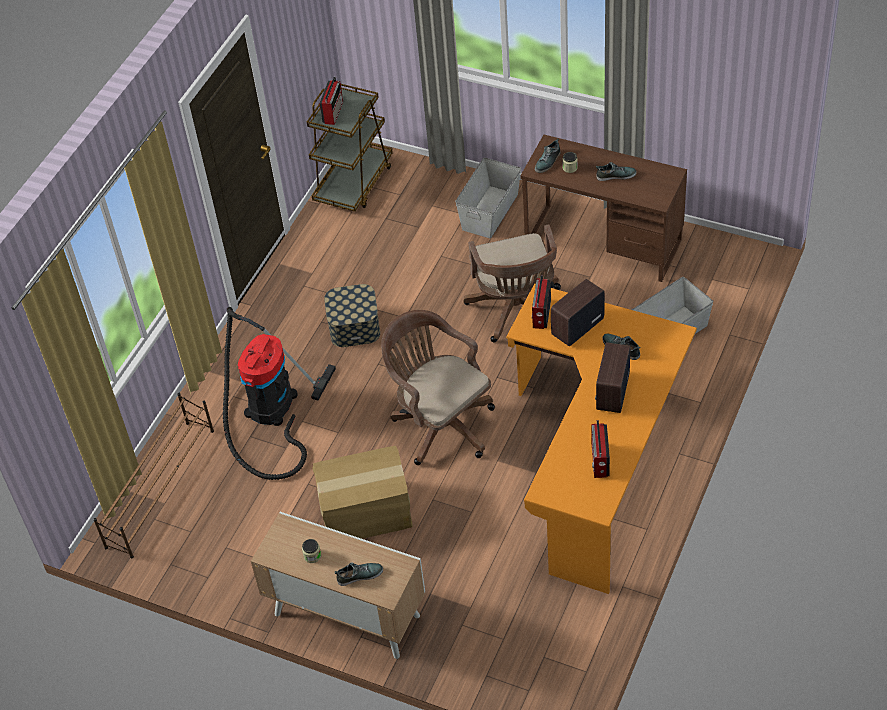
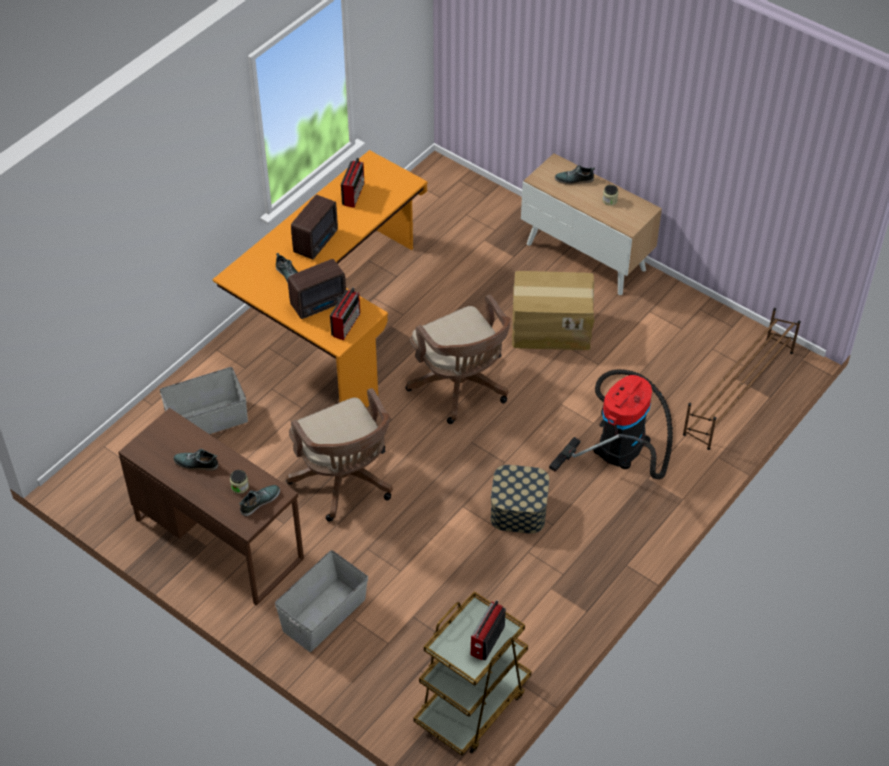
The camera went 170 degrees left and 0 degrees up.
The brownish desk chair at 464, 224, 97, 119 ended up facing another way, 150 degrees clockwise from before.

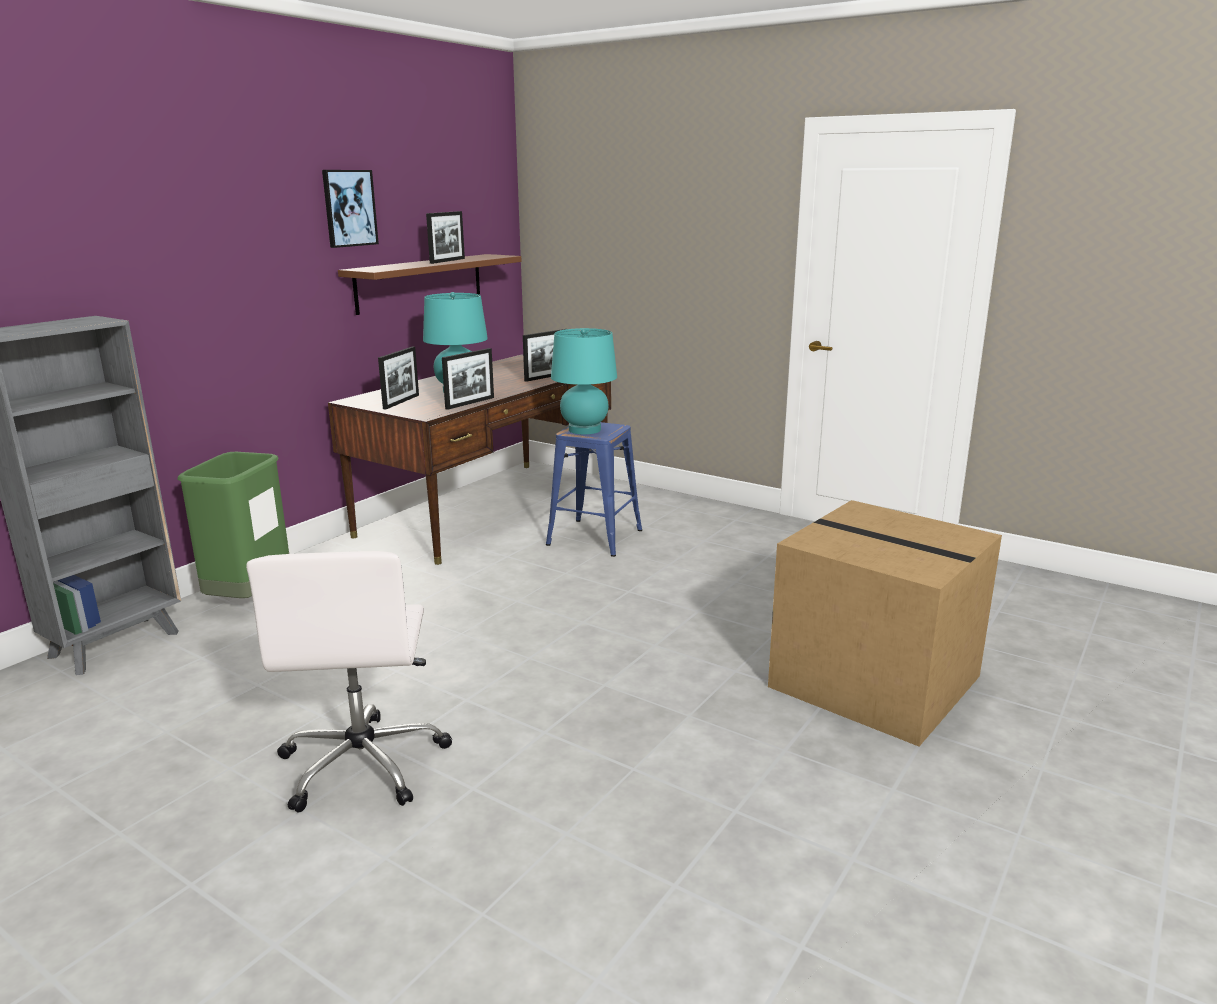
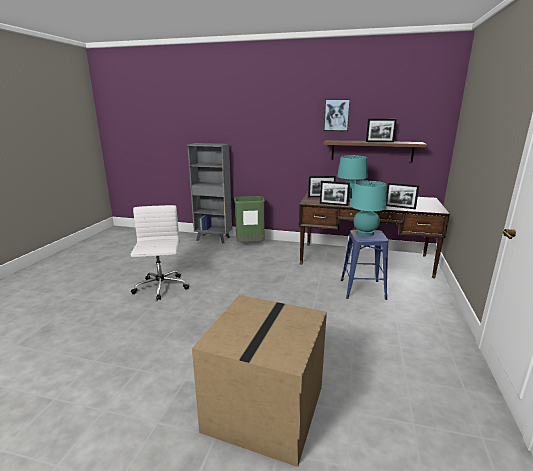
The camera went 70 degrees right and 0 degrees up.
The white-coloured desk chair at 246, 551, 206, 261 ended up facing another way, 105 degrees clockwise from before.

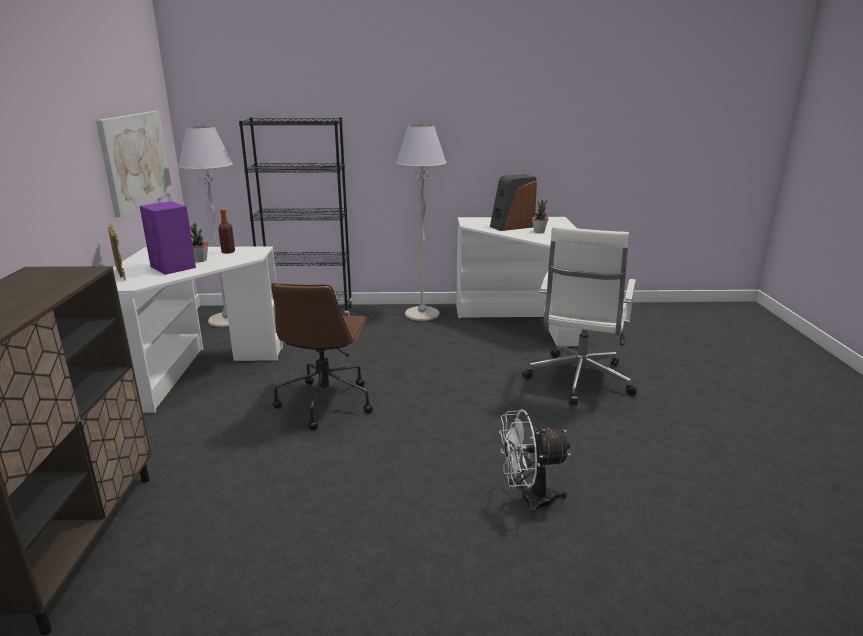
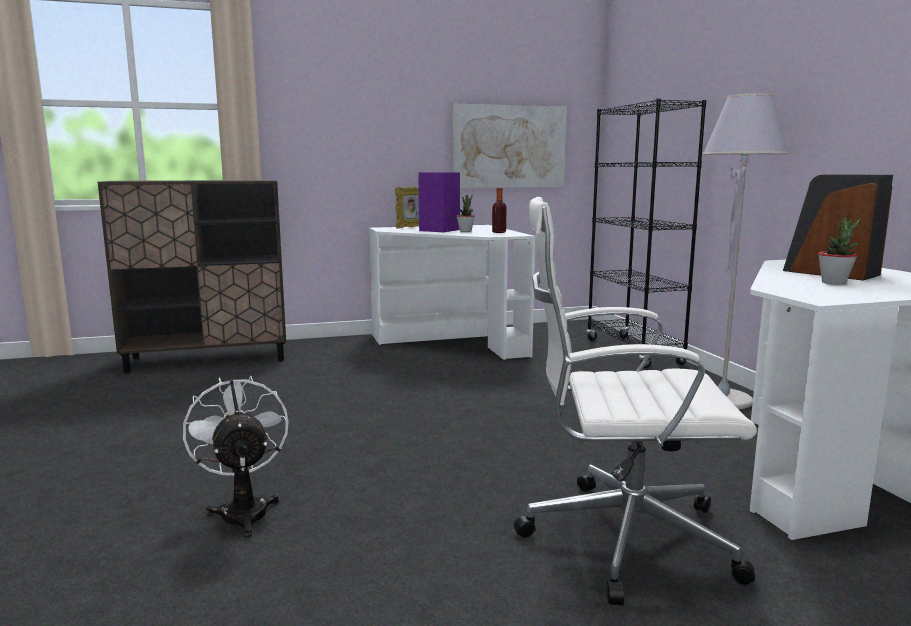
The camera went 75 degrees right and 10 degrees down.
The second view lost the greyish standard lamp at 178, 126, 55, 201.
The second view lost the brownish desk chair at 271, 283, 102, 147.

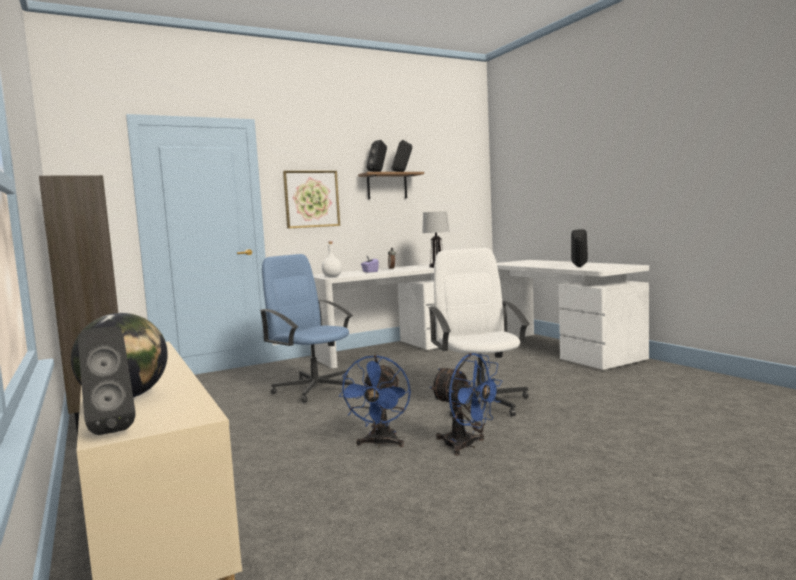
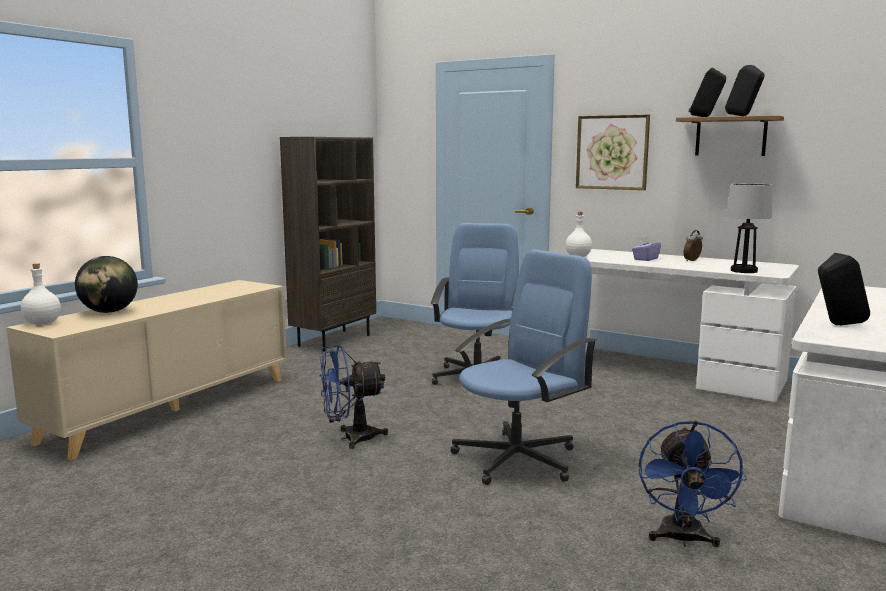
The camera went 60 degrees right and 5 degrees up.
The blue cooling fan ended up elsewhere, having gone from 430, 353, 73, 102 to 639, 420, 108, 127.
Where the blackish speaker stood at 78, 327, 58, 108, the white-coloured bottle came to stand at 21, 263, 40, 62.
What was the white-coloured desk chair at 428, 248, 102, 169 turned into the blue desk chair at 451, 249, 145, 236.

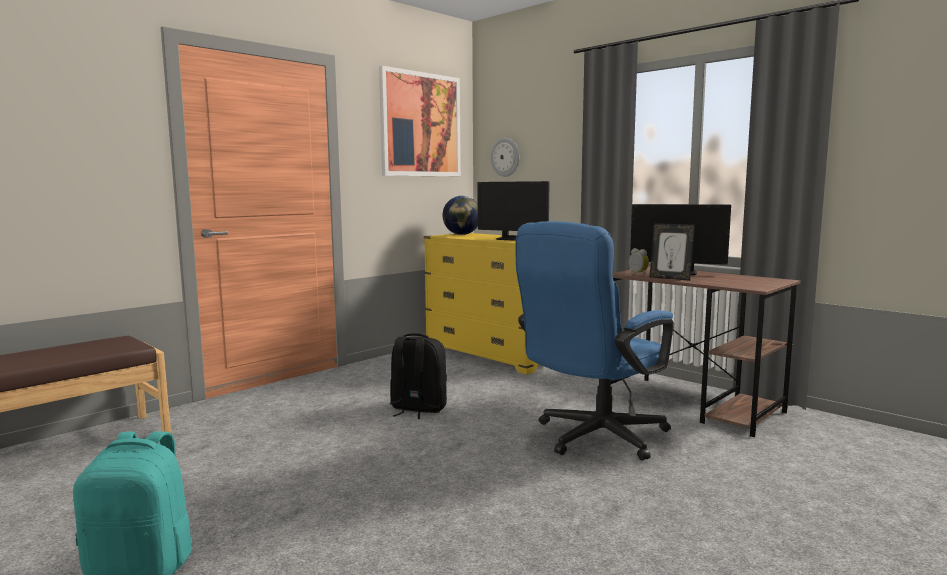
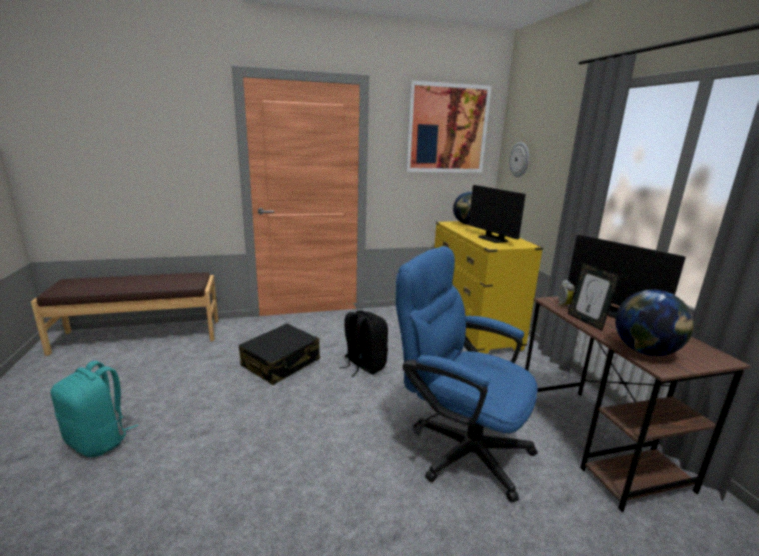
The camera went 30 degrees right and 10 degrees up.
The second view gained the blackish piece of luggage at 239, 323, 81, 62.
The second view gained the world globe at 615, 290, 79, 66.
The blue desk chair at 515, 221, 159, 239 ended up facing another way, 45 degrees clockwise from before.

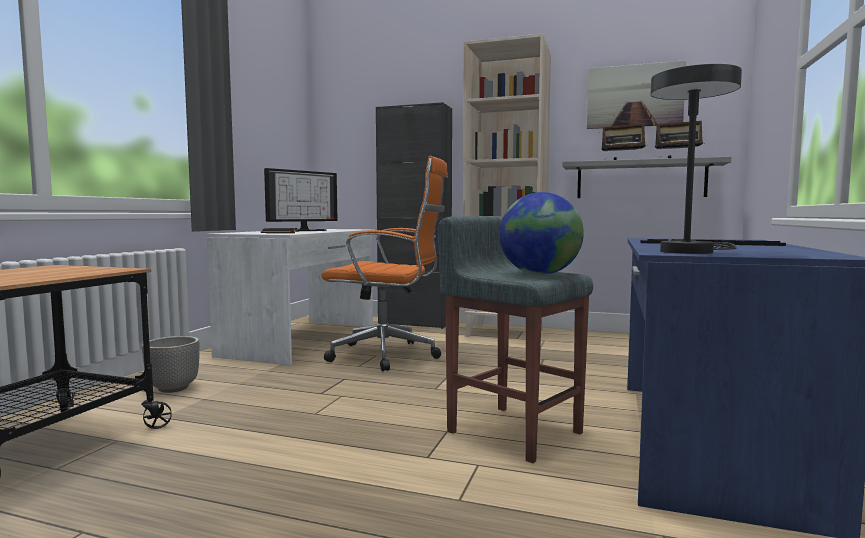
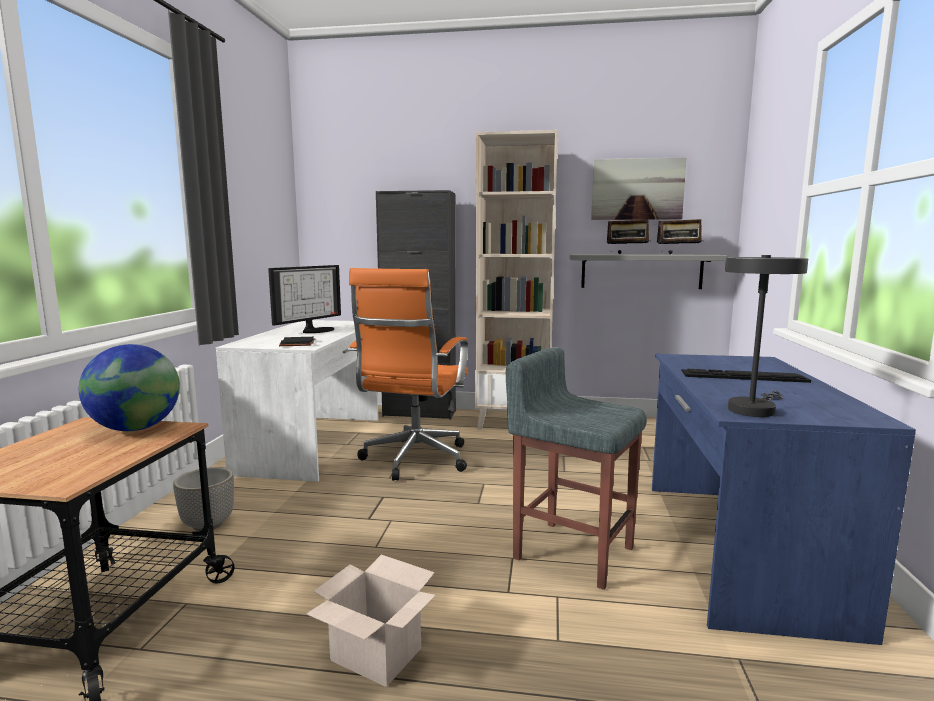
The camera went 10 degrees left and 5 degrees up.
The second view gained the packing box at 306, 555, 130, 132.
The world globe ended up elsewhere, having gone from 499, 192, 85, 83 to 79, 344, 101, 87.
The orange-coloured desk chair at 321, 156, 127, 215 ended up facing another way, 105 degrees clockwise from before.

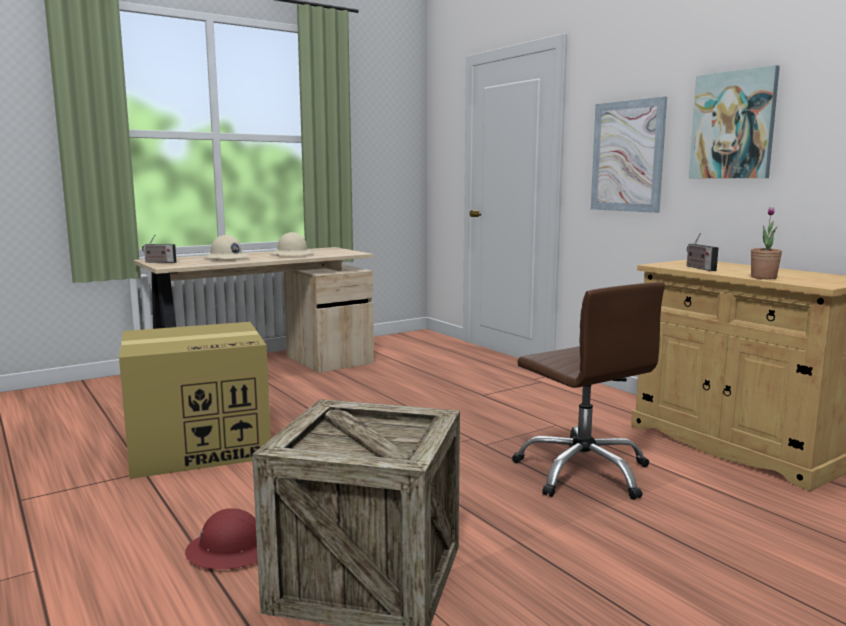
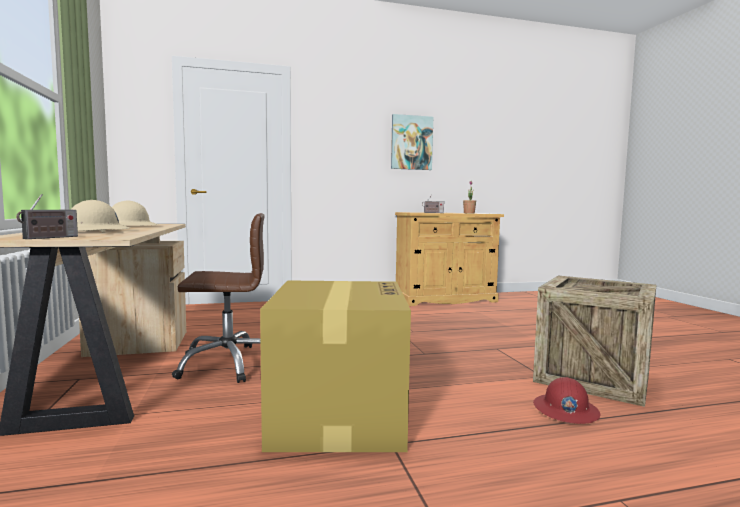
The camera went 70 degrees left and 5 degrees down.
The second view lost the wall picture at 591, 97, 76, 116.
The brownish desk chair ended up elsewhere, having gone from 512, 282, 153, 218 to 172, 213, 93, 170.

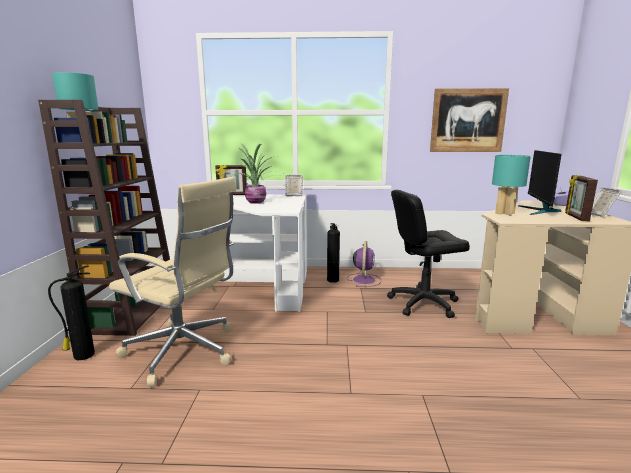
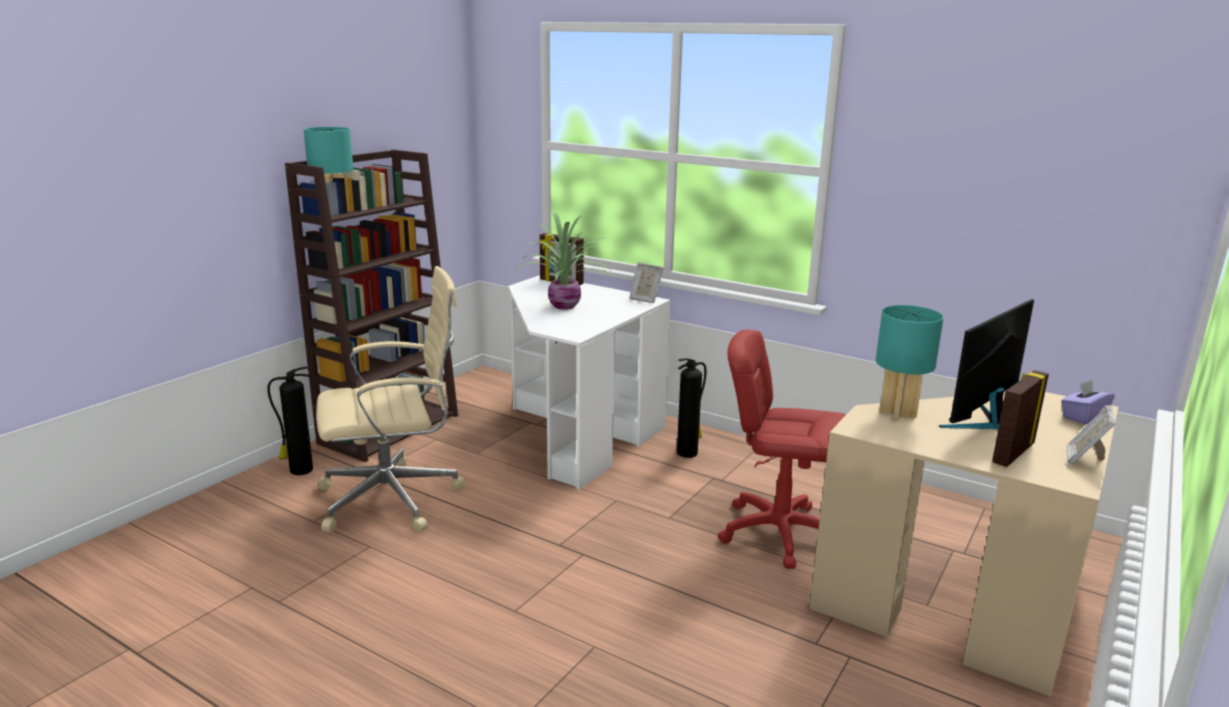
The camera went 30 degrees right and 5 degrees up.
The second view lost the purplish cooling fan at 347, 241, 34, 46.
The second view lost the wall picture at 430, 88, 79, 64.
What was the blackish desk chair at 387, 190, 83, 128 turned into the red desk chair at 718, 329, 128, 240.
The sand-coloured desk chair at 109, 177, 127, 210 ended up facing another way, 75 degrees counterclockwise from before.

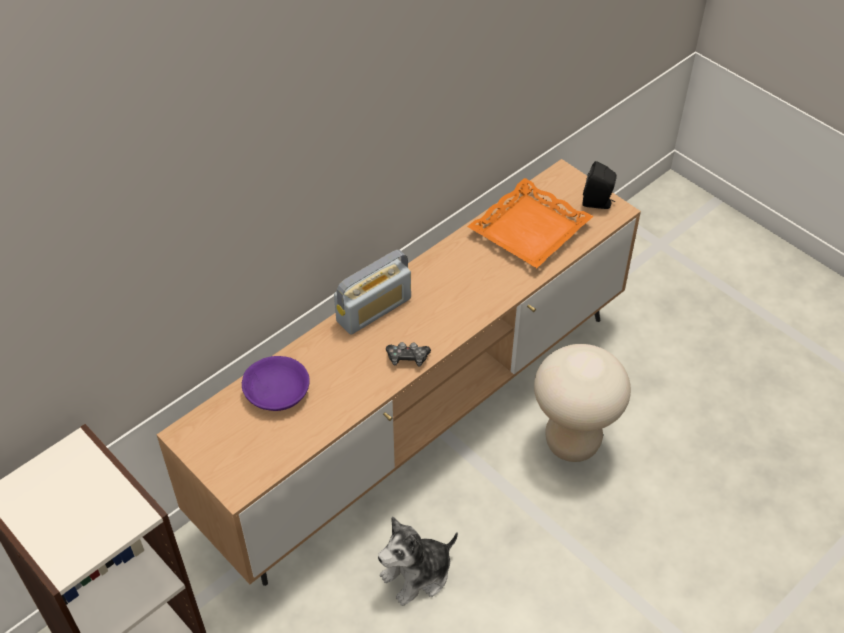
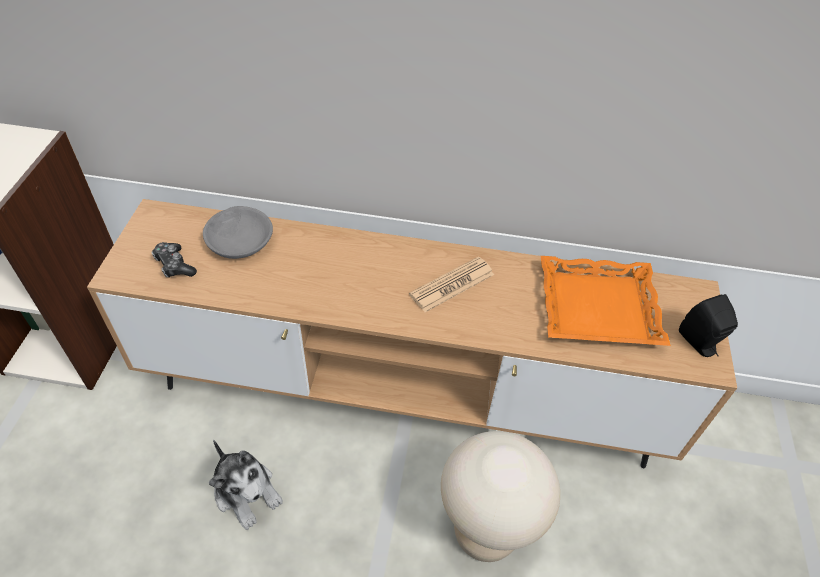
The camera went 50 degrees right and 0 degrees up.
The second view lost the radio receiver at 334, 250, 77, 85.
The second view gained the printed paper at 409, 257, 85, 55.
The game controller ended up elsewhere, having gone from 386, 342, 45, 24 to 152, 242, 45, 36.
What was the purplish deep dish at 242, 356, 68, 55 turned into the greyish deep dish at 203, 206, 70, 53.
The plush toy at 378, 517, 80, 89 ended up facing another way, 150 degrees counterclockwise from before.

